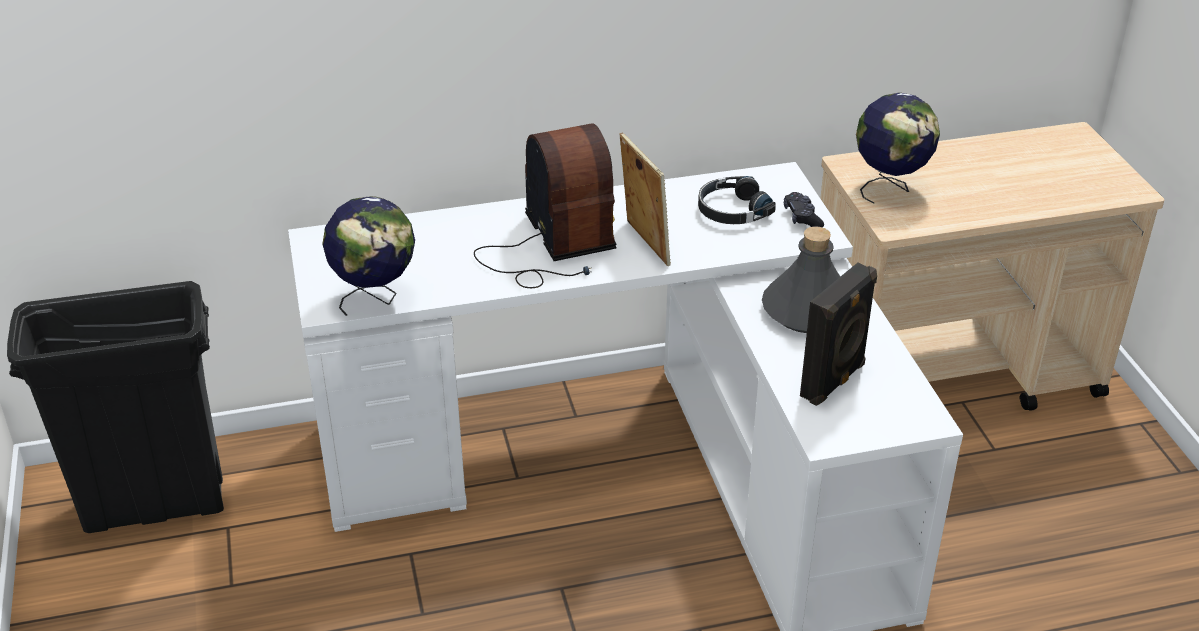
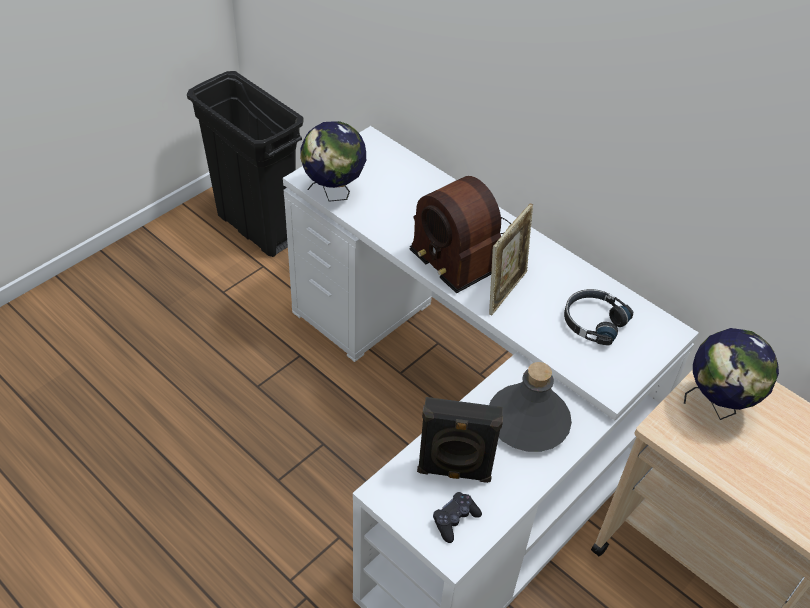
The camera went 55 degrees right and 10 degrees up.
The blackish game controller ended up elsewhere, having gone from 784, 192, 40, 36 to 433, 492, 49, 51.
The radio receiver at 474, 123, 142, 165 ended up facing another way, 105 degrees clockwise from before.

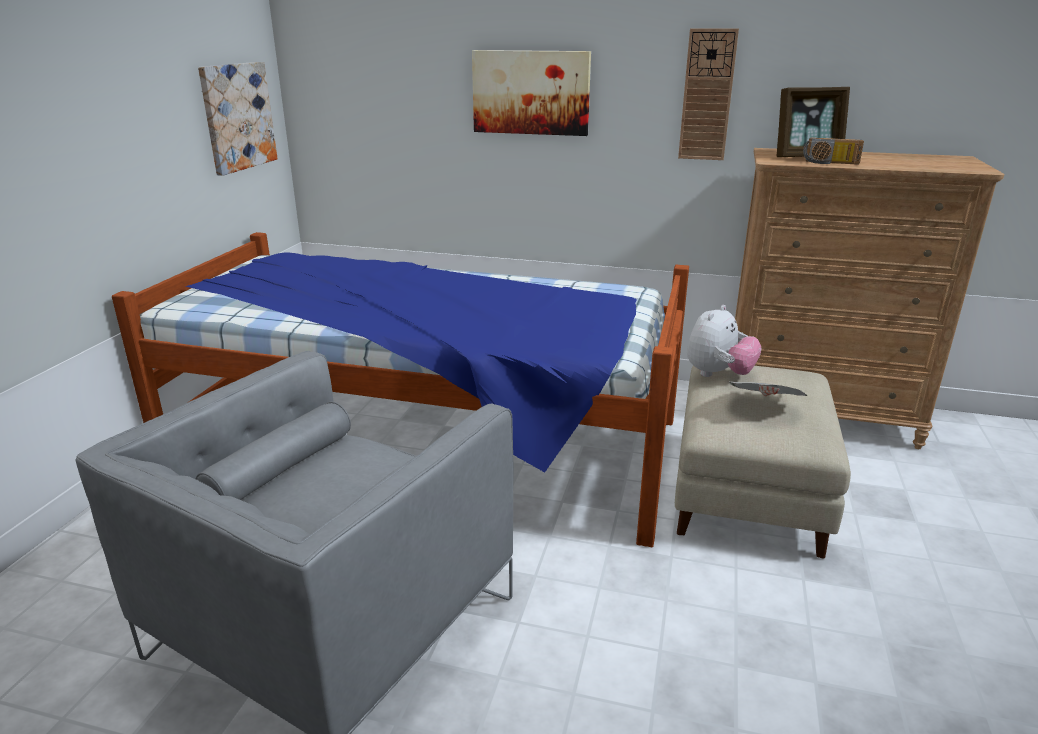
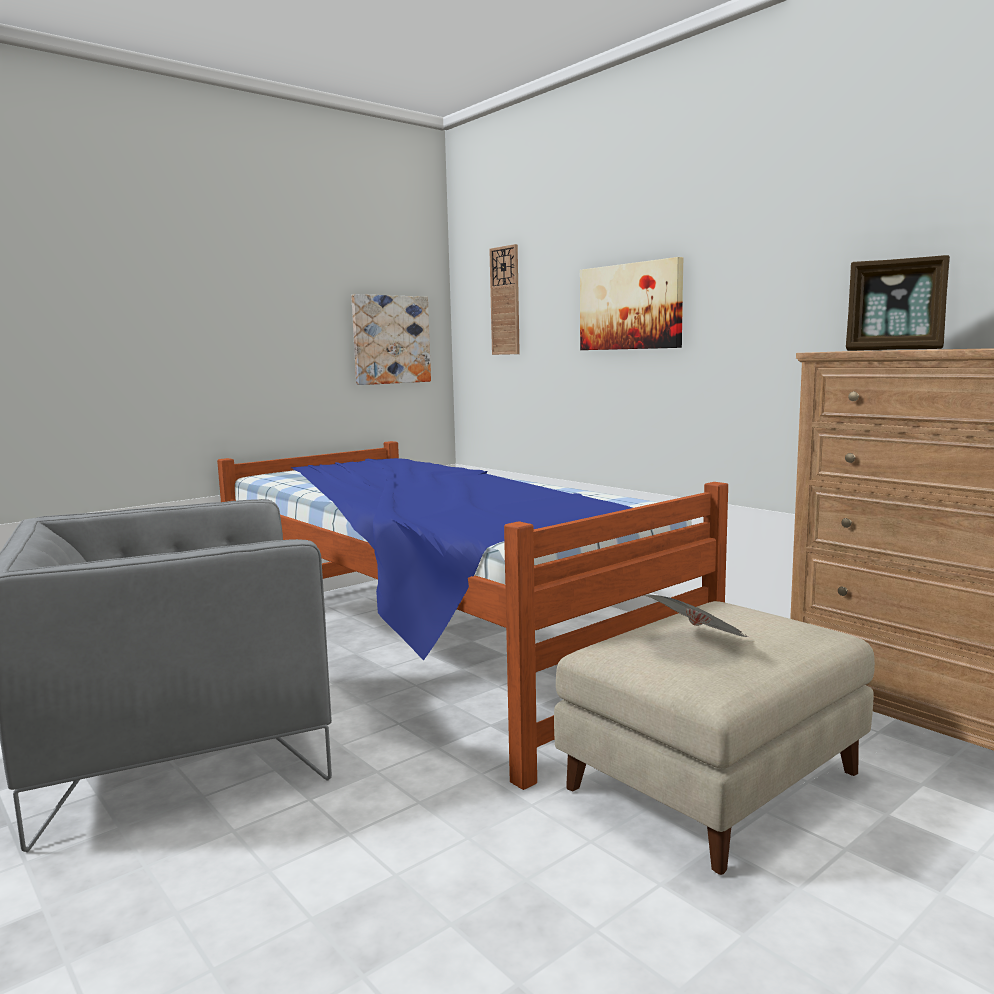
The camera went 35 degrees right and 15 degrees down.
The second view lost the plush toy at 687, 305, 75, 72.
The second view lost the radio receiver at 803, 138, 61, 27.
The wall clock ended up elsewhere, having gone from 678, 29, 61, 131 to 489, 244, 31, 111.

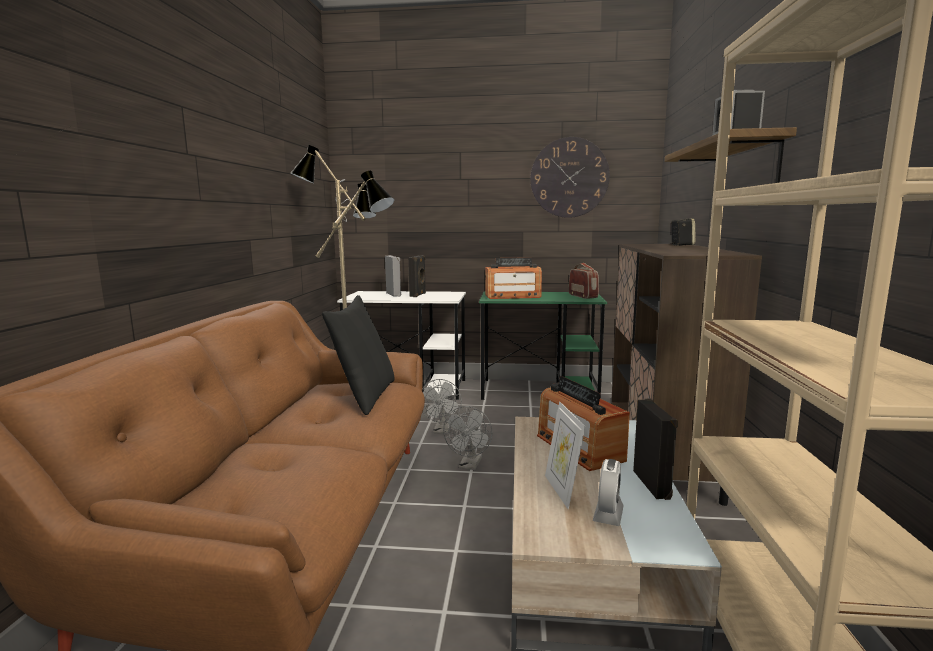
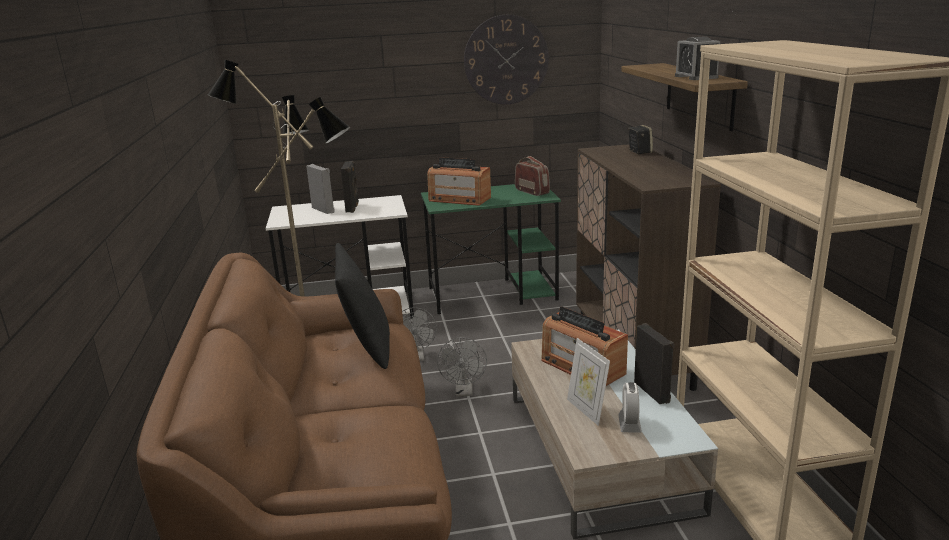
The camera went 15 degrees left and 10 degrees up.
The radio receiver at 485, 257, 57, 42 ended up facing another way, 45 degrees clockwise from before.

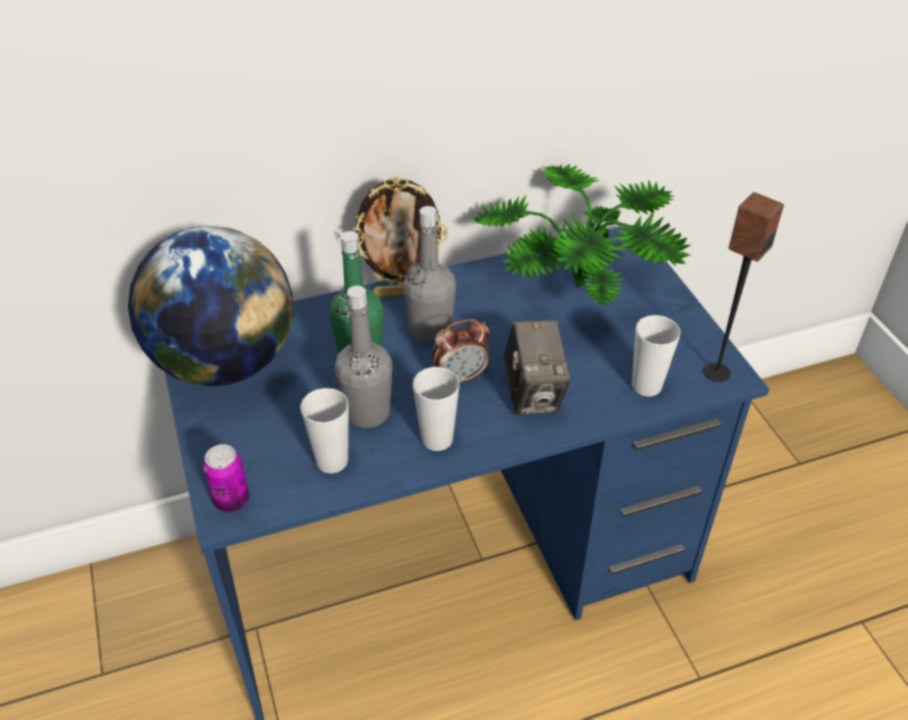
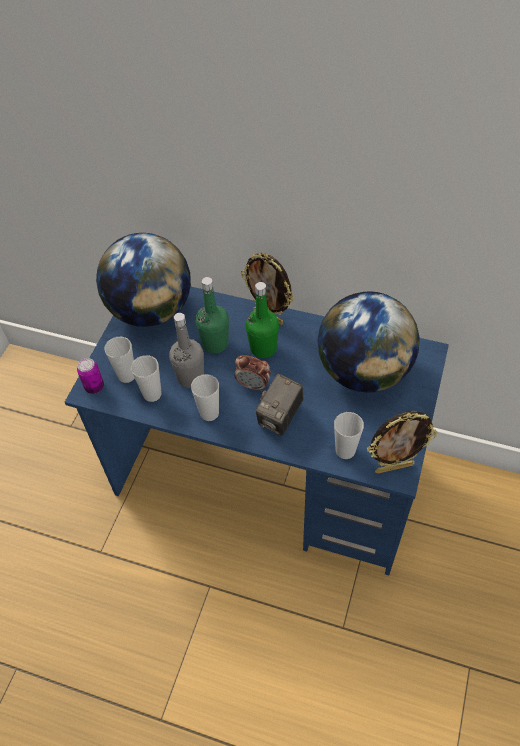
The camera went 40 degrees right and 10 degrees up.
The second view gained the drinking cup at 104, 337, 30, 46.
Where the houseplant stood at 472, 164, 218, 143, the world globe came to stand at 318, 291, 102, 102.
Where the speaker stood at 703, 192, 81, 190, the standing frame came to stand at 367, 411, 71, 63.
What was the greyish bottle at 403, 206, 53, 138 turned into the green bottle at 246, 282, 33, 76.

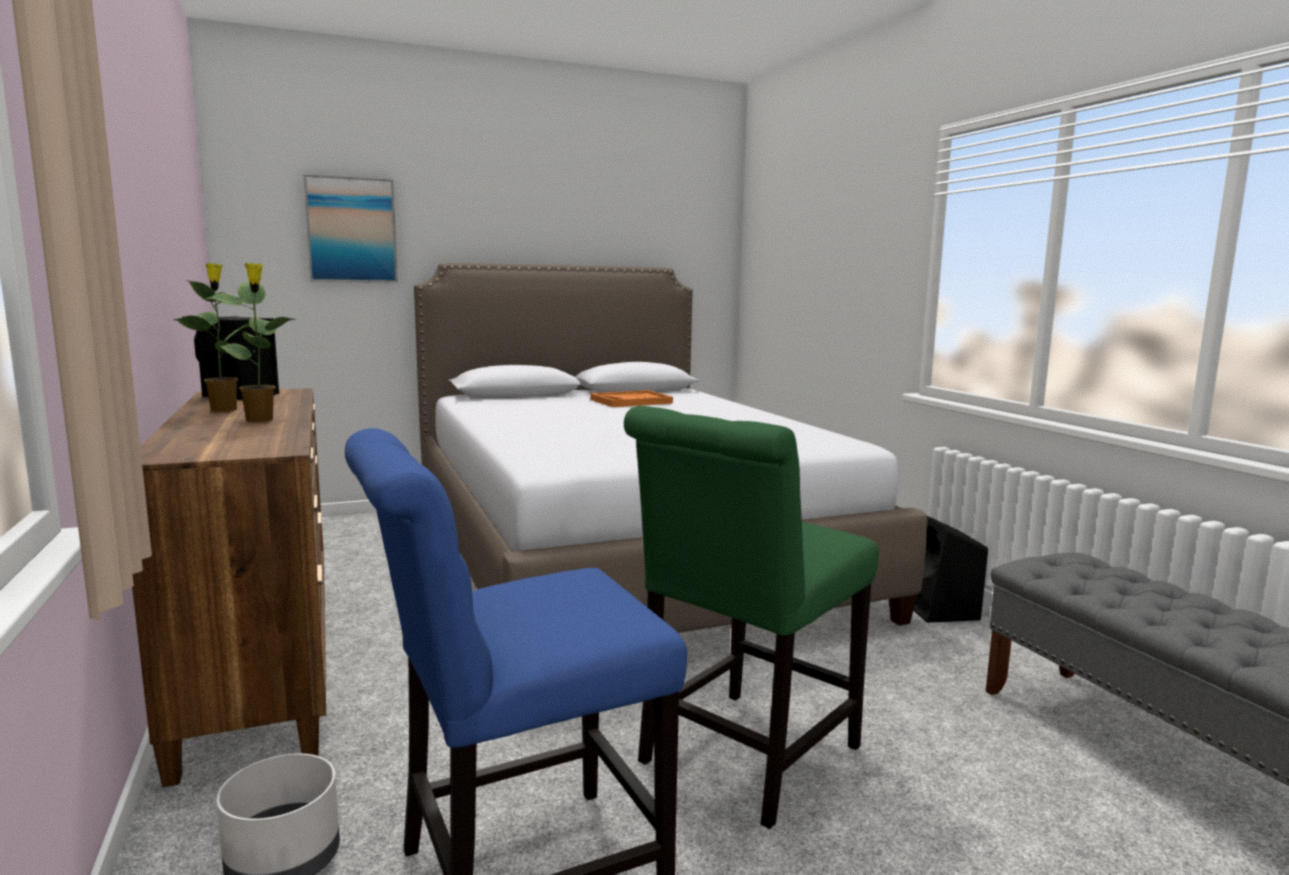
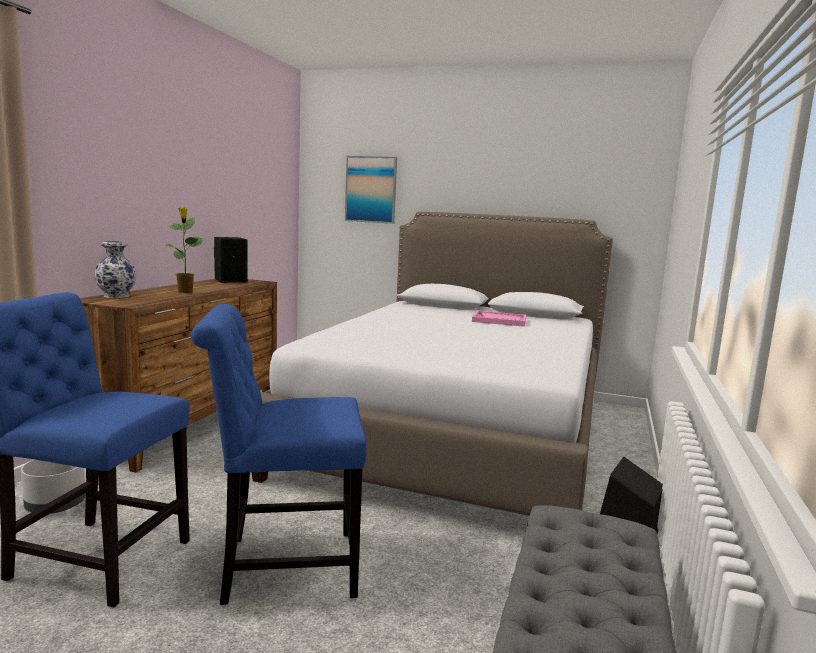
The camera went 40 degrees right and 0 degrees up.
The second view lost the houseplant at 173, 263, 77, 149.
The second view gained the vase at 94, 241, 43, 57.
What was the orange-coloured serving tray at 590, 390, 83, 17 turned into the pink serving tray at 472, 311, 54, 16.
What was the green upright chair at 624, 406, 255, 423 turned into the blue upright chair at 191, 304, 176, 301.

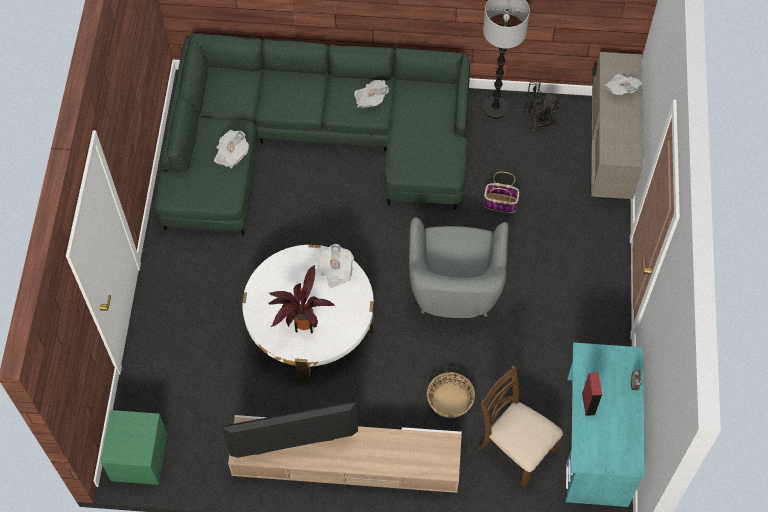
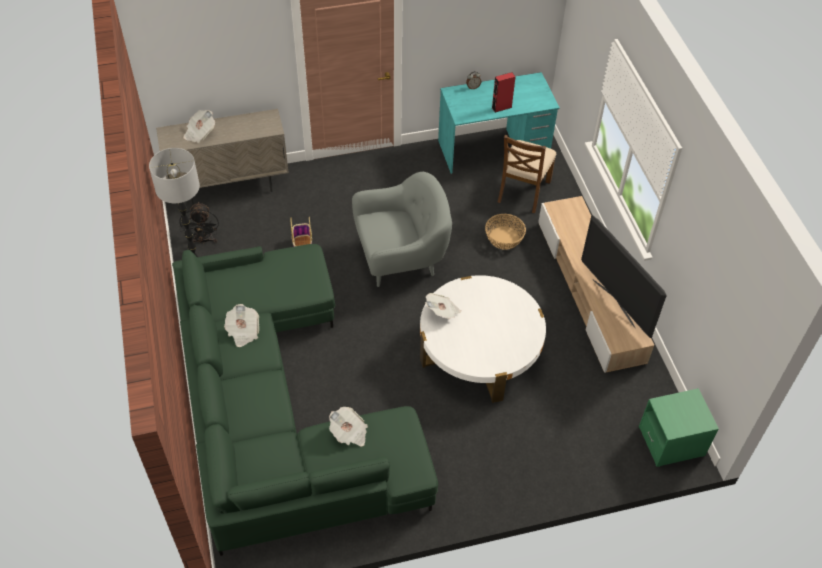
The camera went 110 degrees left and 10 degrees down.
The second view lost the houseplant at 268, 265, 67, 69.

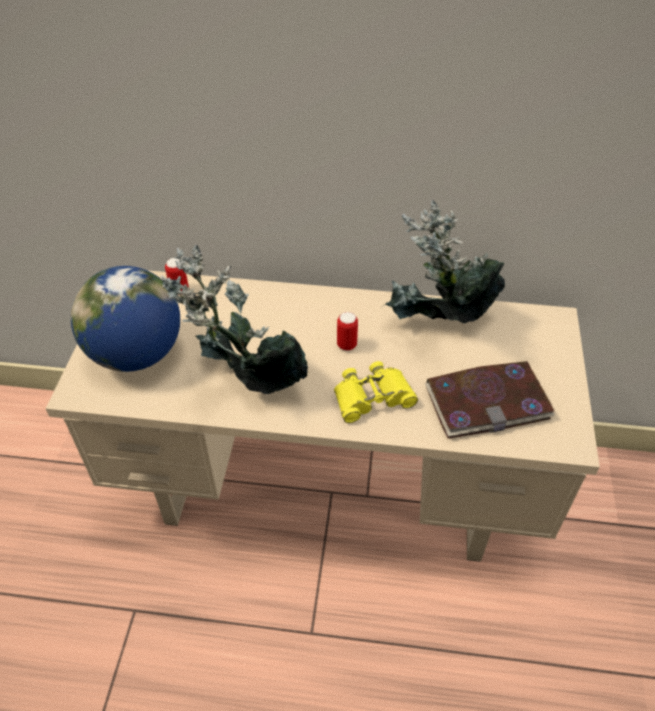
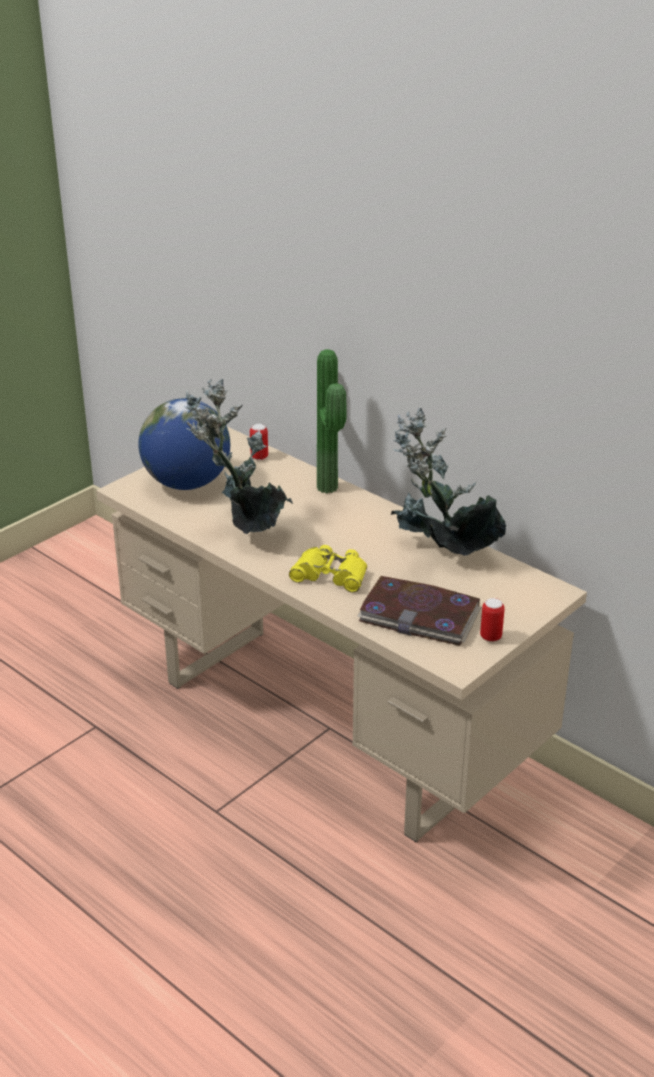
The camera went 35 degrees right and 15 degrees down.
The second view gained the houseplant at 317, 349, 30, 144.
The sealed can ended up elsewhere, having gone from 337, 312, 21, 39 to 480, 598, 25, 44.

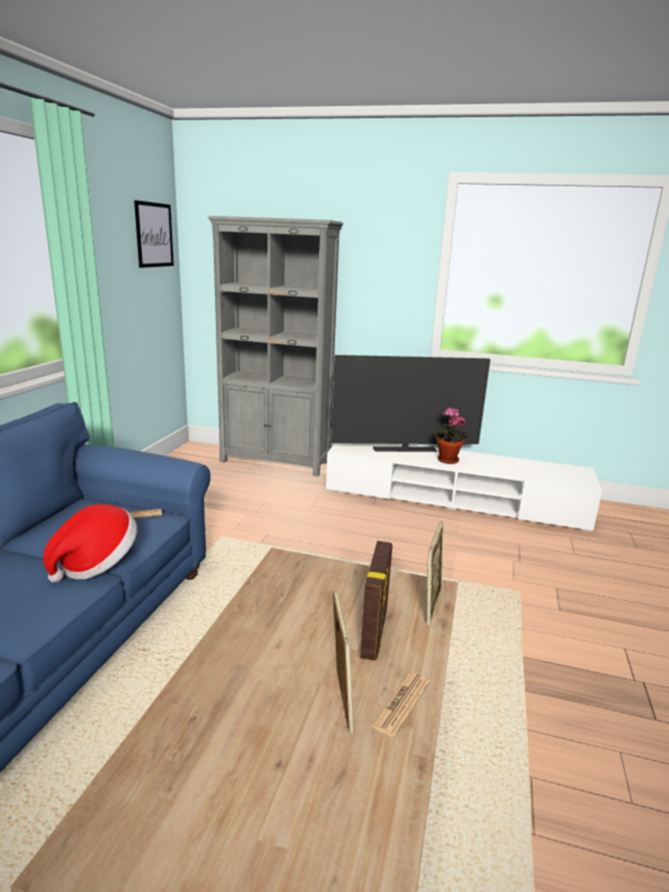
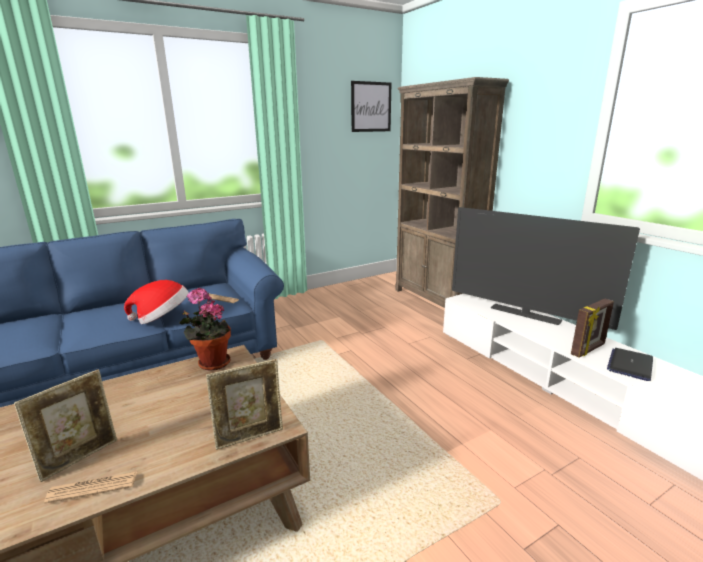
The camera went 45 degrees right and 0 degrees up.
The second view gained the laptop at 607, 348, 46, 33.
The standing frame ended up elsewhere, having gone from 360, 541, 32, 120 to 571, 299, 43, 59.
The houseplant ended up elsewhere, having gone from 433, 408, 37, 56 to 179, 288, 52, 83.
What was the greyish bookshelf at 208, 216, 135, 261 turned into the brownish bookshelf at 395, 77, 114, 231.

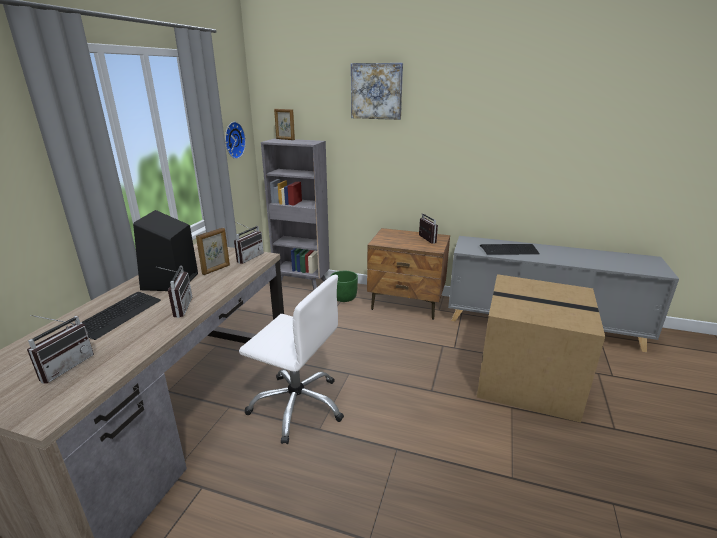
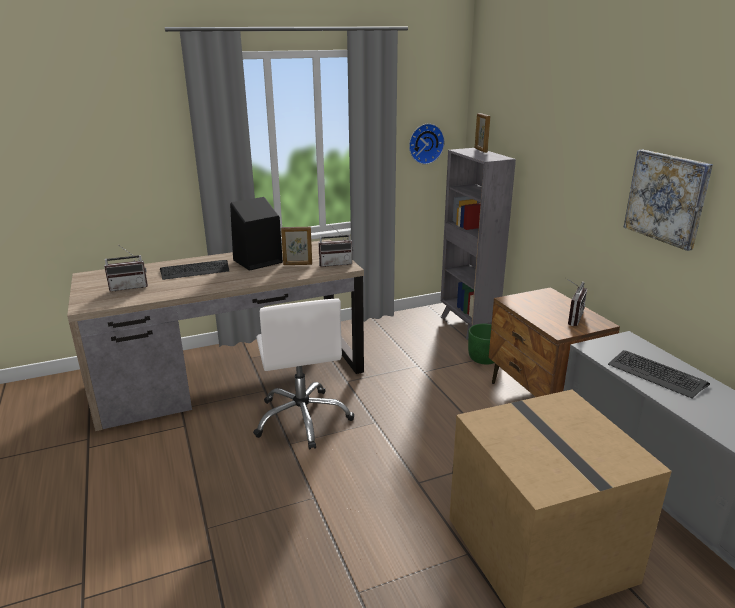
The camera went 50 degrees right and 0 degrees up.
The second view lost the radio receiver at 156, 266, 36, 52.
The wall picture ended up elsewhere, having gone from 351, 63, 52, 57 to 624, 150, 89, 101.

